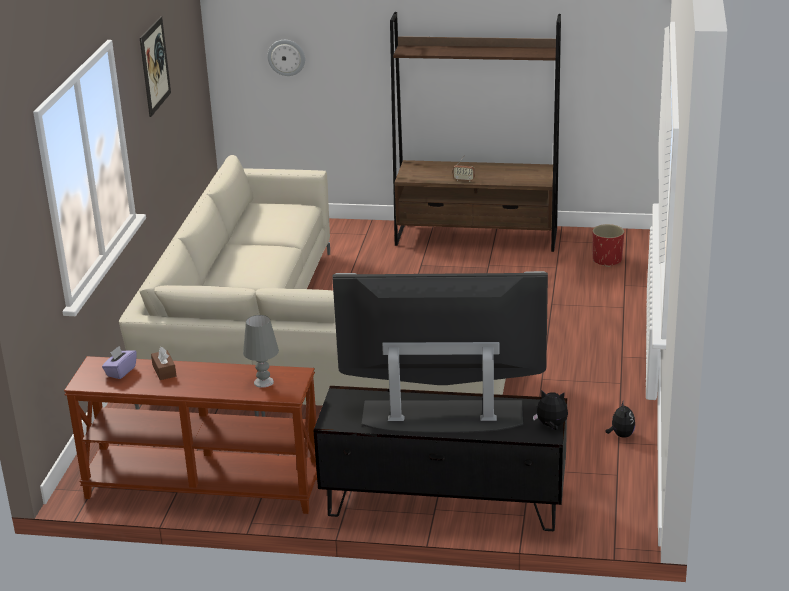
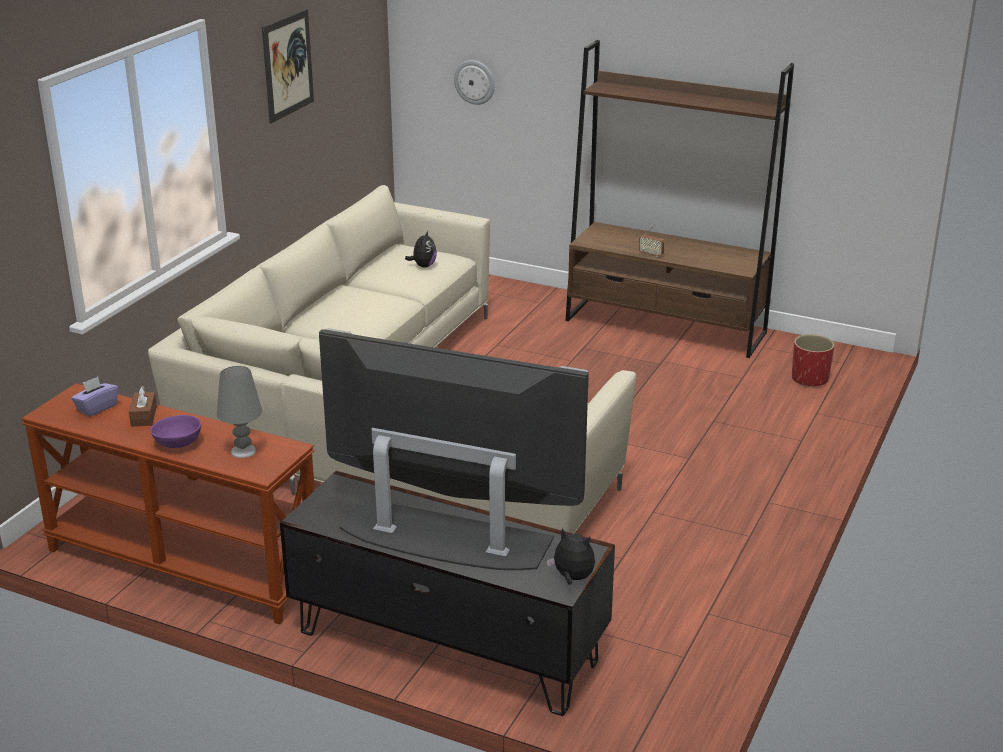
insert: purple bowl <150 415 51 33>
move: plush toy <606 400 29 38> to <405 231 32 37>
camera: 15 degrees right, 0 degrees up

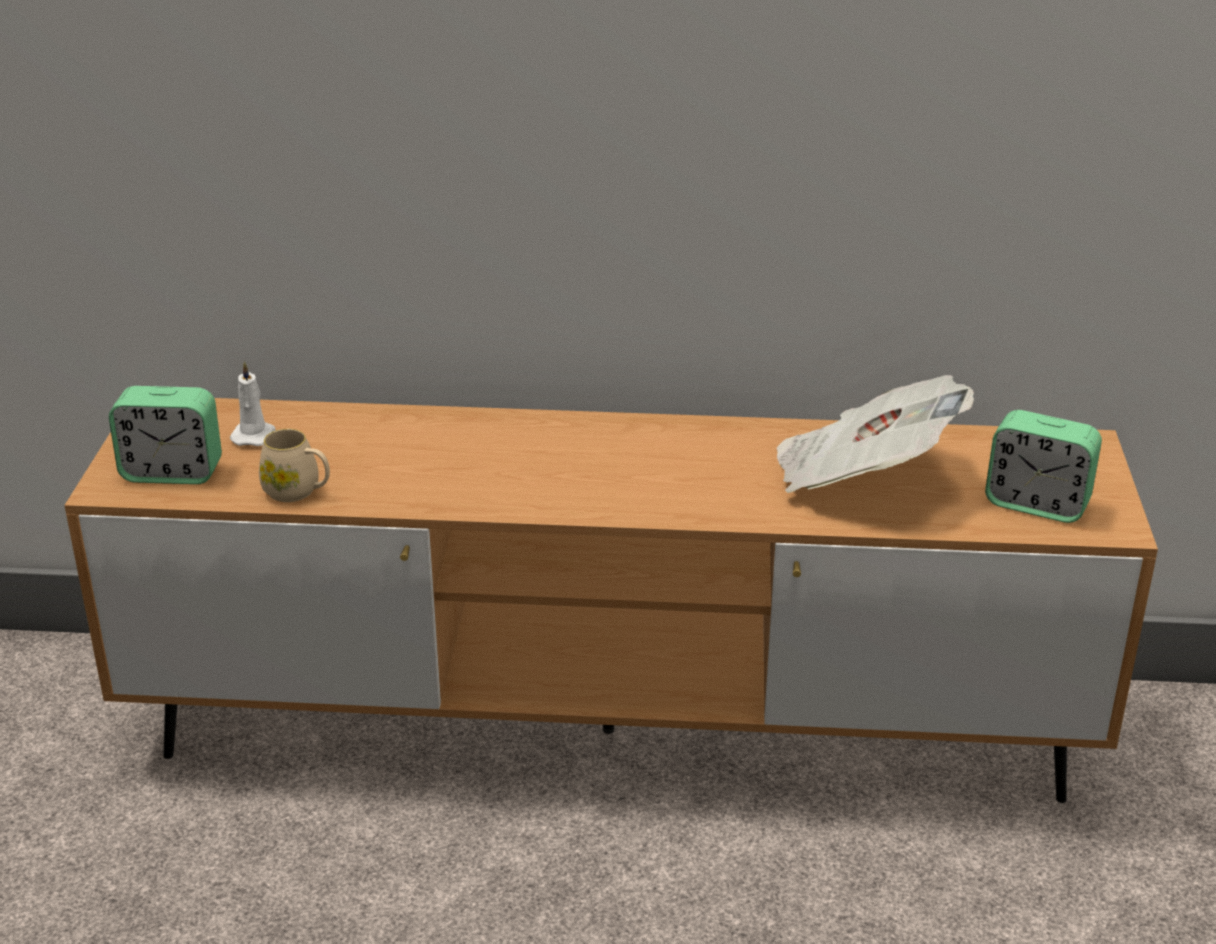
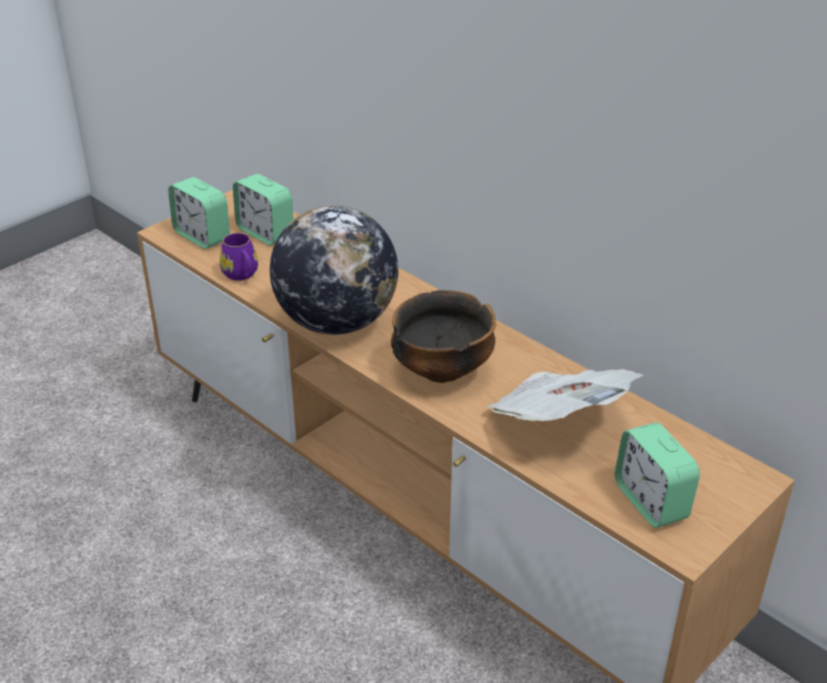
insert: globe <270 205 128 130>; bowl <391 290 105 93>
replace: white candle <230 361 45 85> to alarm clock <233 174 60 71>
recolor: beige mug <259 429 71 73> to purple mug <220 233 38 48>
camera: 40 degrees right, 5 degrees up

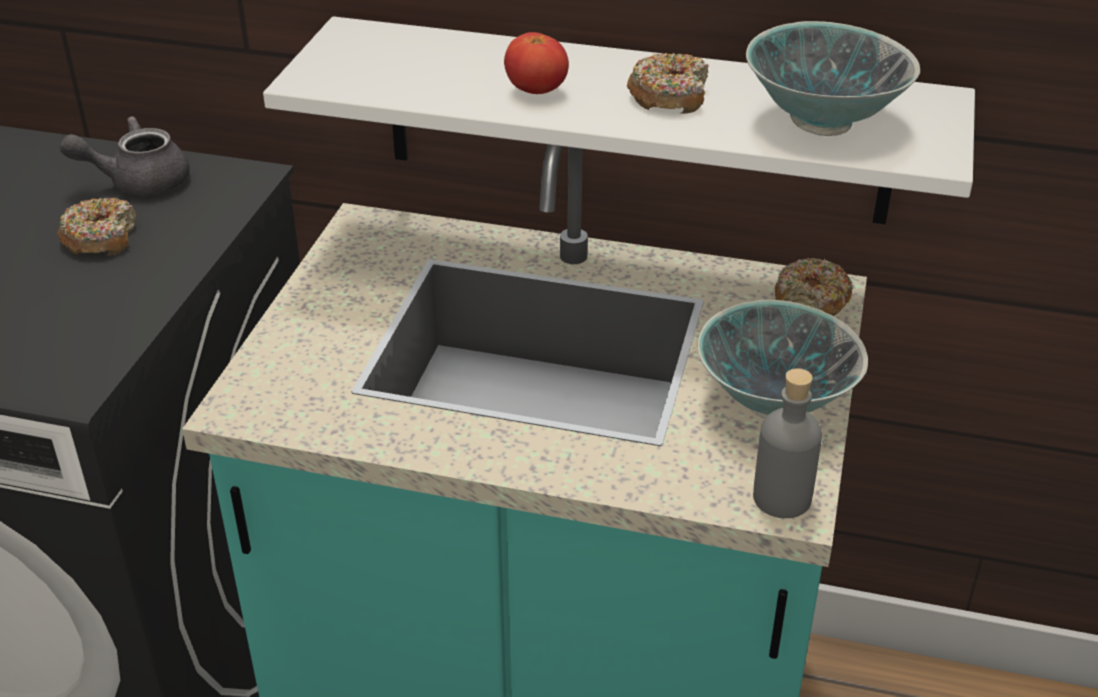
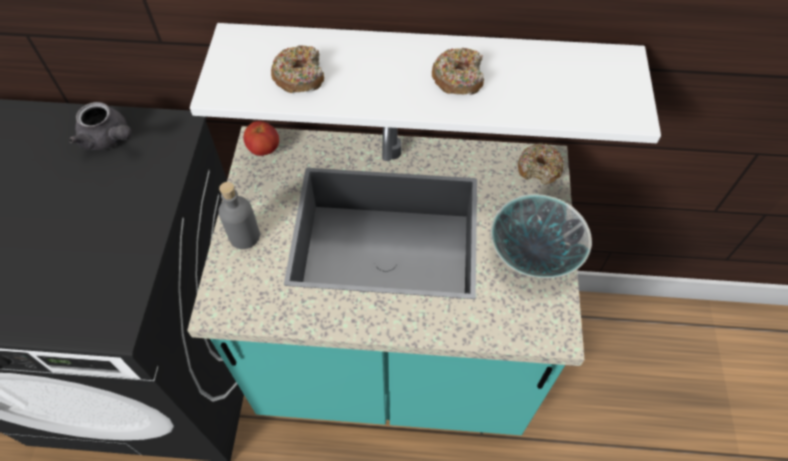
delete: bowl <746 21 174 115>
move: donut <58 198 78 57> to <271 45 53 48>; tomato <504 32 65 62> to <243 121 36 35>; grey bottle <753 368 69 150> to <218 182 42 67>
rotate: grey teapot <60 116 130 79> = <69 102 63 48> 120 degrees counterclockwise
camera: 10 degrees left, 20 degrees up

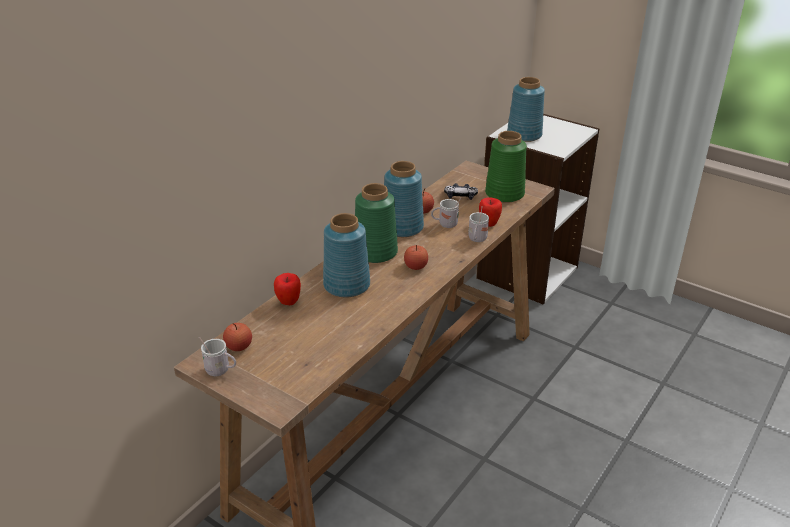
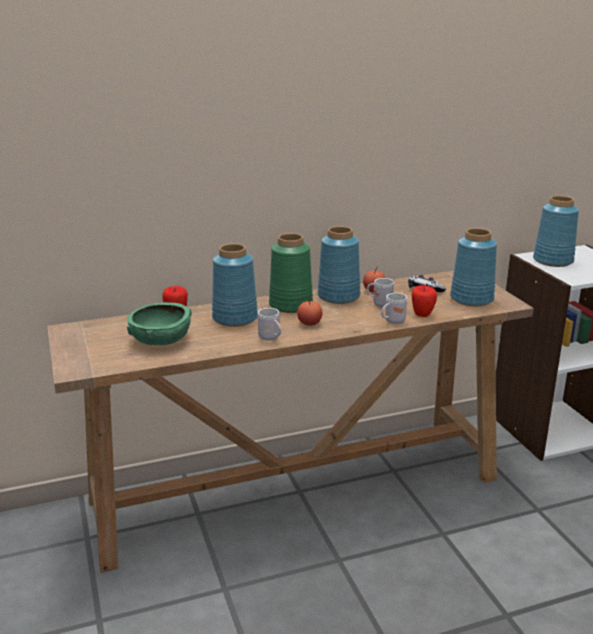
delete: apple <223 323 29 28>
insert: green bowl <127 302 65 43>
move: white mug <199 337 37 39> to <258 301 23 40>
recolor: green vase <485 131 42 72> to blue vase <450 228 47 78>
camera: 35 degrees right, 10 degrees down

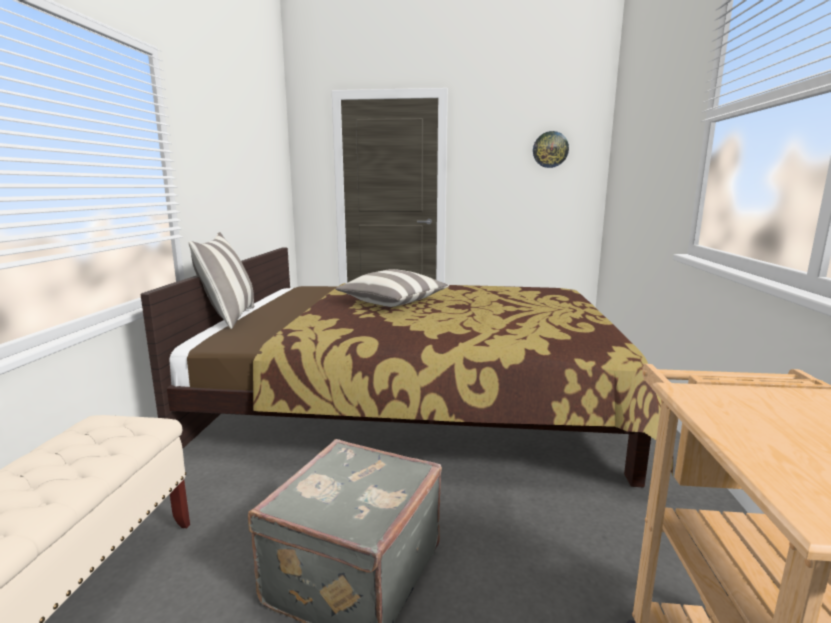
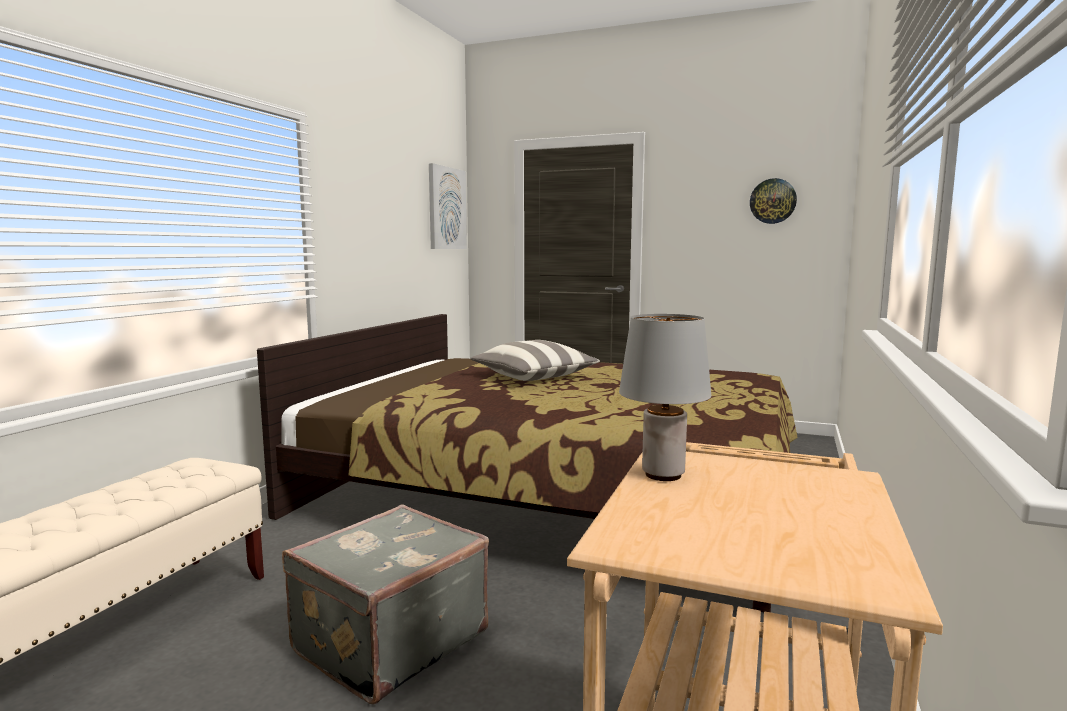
delete: pillow <188 232 67 97>
insert: picture <429 163 38 86>; grey table lamp <619 314 92 167>
camera: 15 degrees right, 5 degrees down

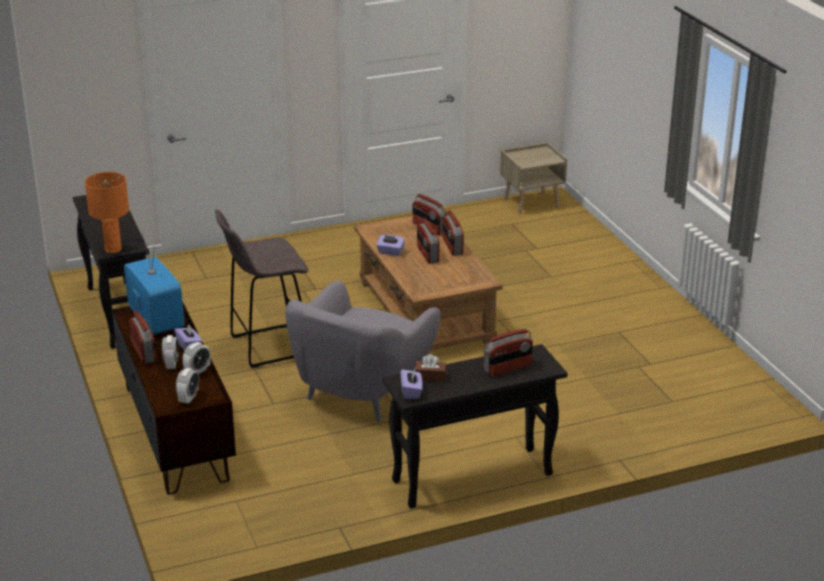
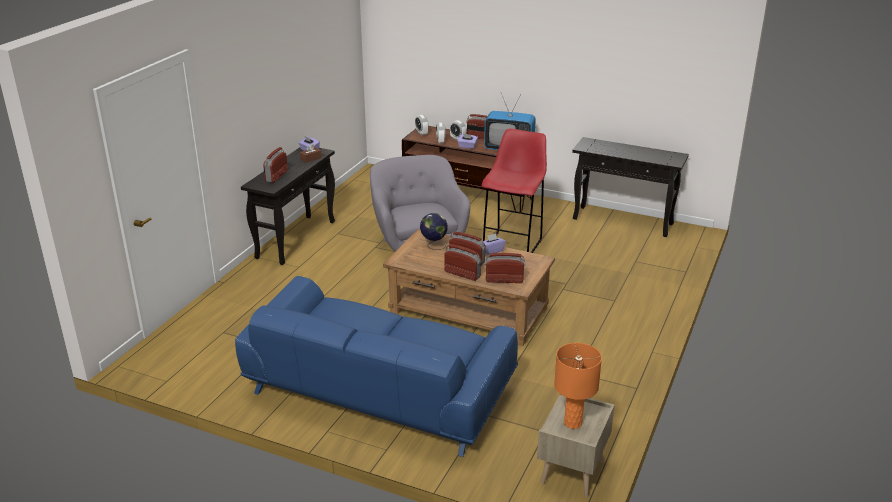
insert: blue sofa <235 276 283 181>; globe <420 213 28 37>
move: orange table lamp <85 172 44 81> to <554 343 48 86>
recolor: grey stool <215 209 94 159> to red stool <482 129 65 124>
camera: 135 degrees right, 0 degrees up

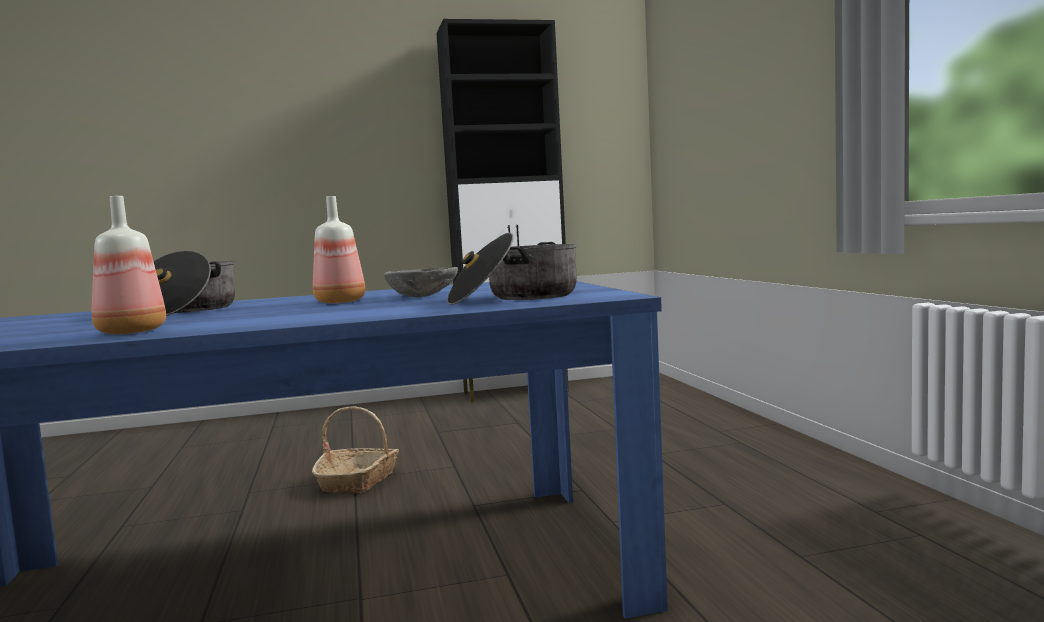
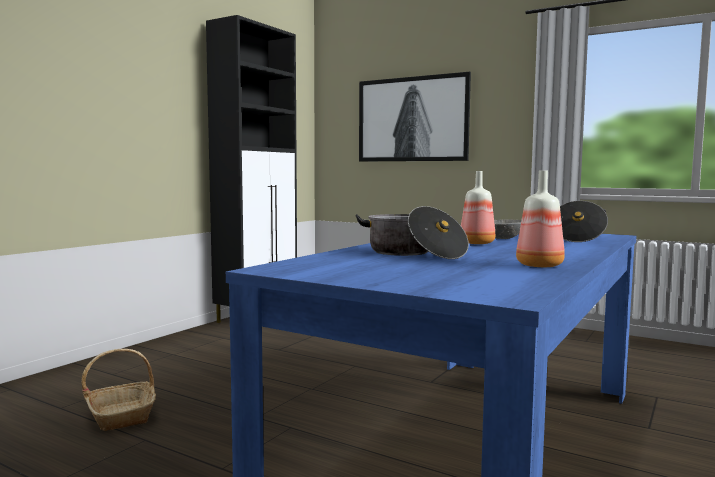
insert: picture <359 72 112 89>
move: basket <312 407 87 87> to <81 349 75 82>
camera: 45 degrees left, 0 degrees up

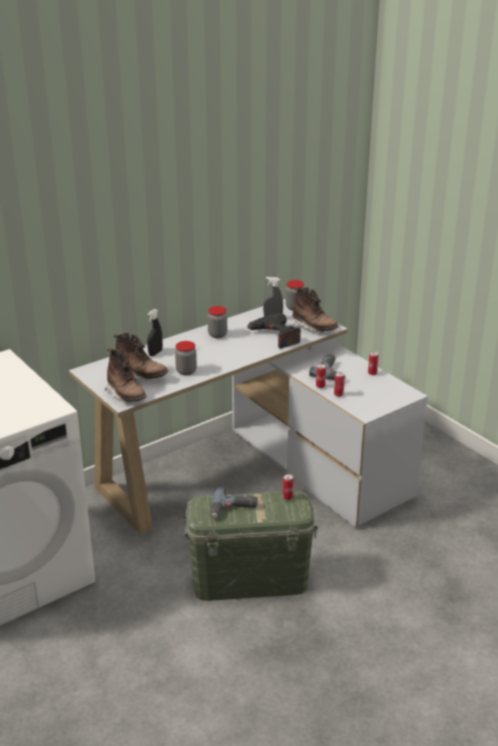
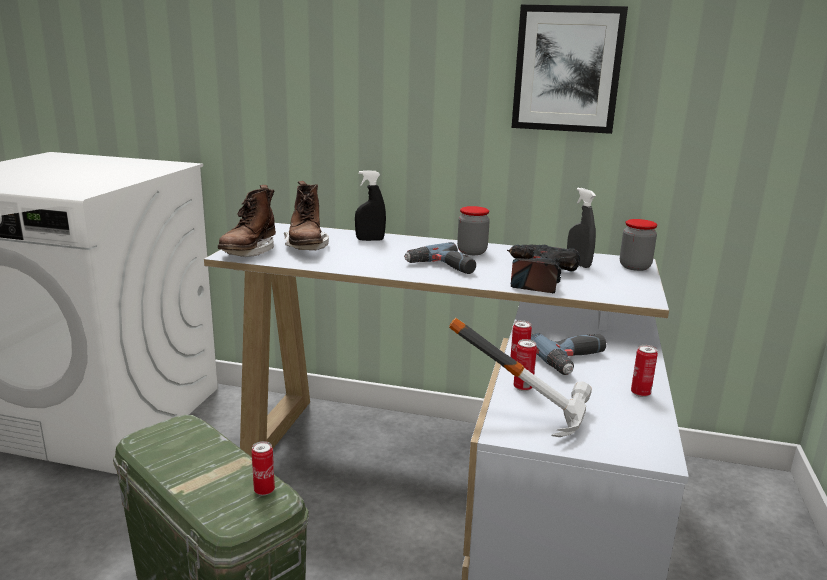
delete: jar <175 341 22 34>; brown boot <293 287 46 45>
insert: hammer <449 318 143 119>; picture <512 4 116 130>
move: power drill <210 487 47 31> to <404 242 72 32>
camera: 50 degrees right, 10 degrees down

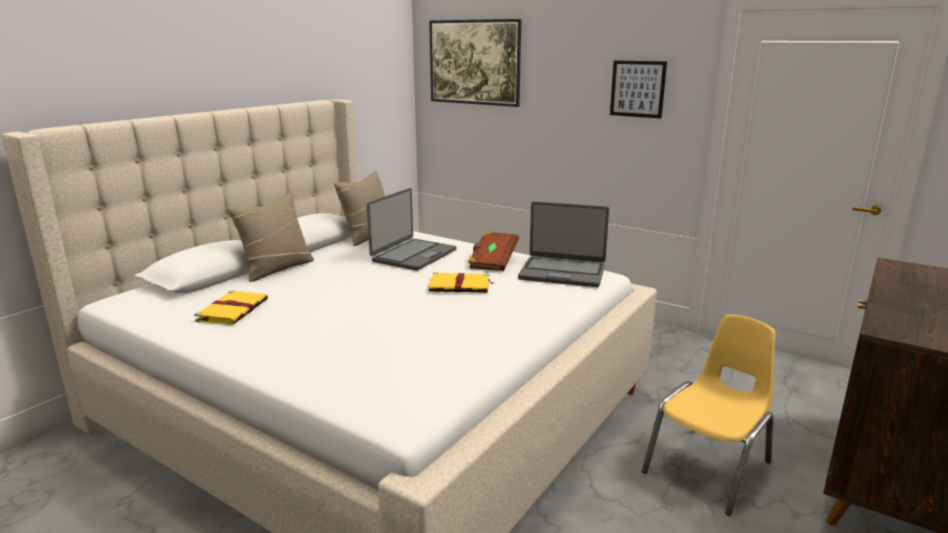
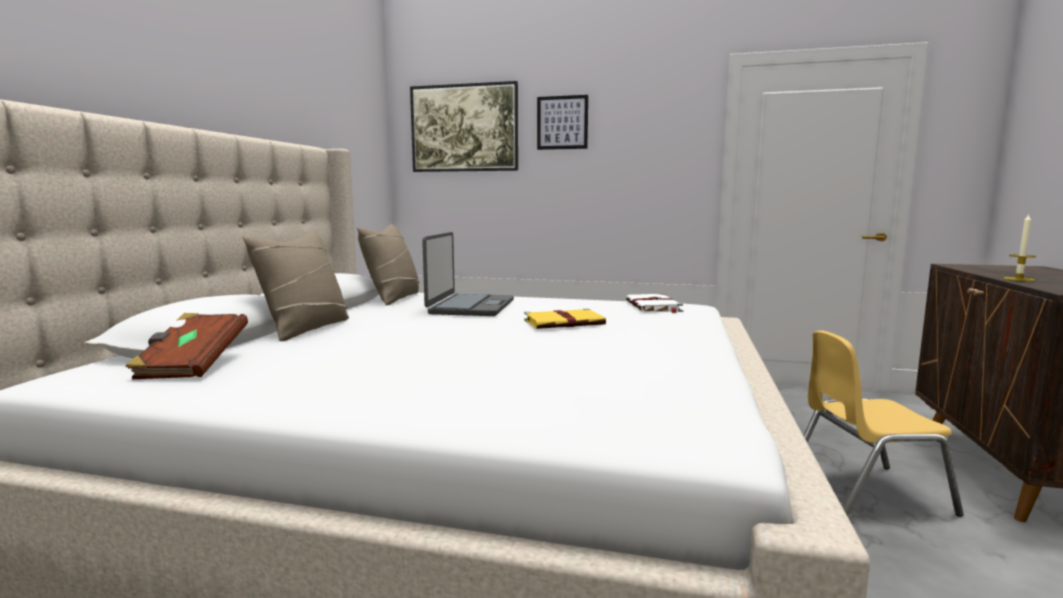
delete: yellow book <194 290 74 35>
insert: candle <1004 214 32 67>
move: brown book <468 231 51 40> to <126 313 122 66>; picture <610 60 57 59> to <537 95 51 55>
replace: laptop <518 202 91 85> to white book <626 294 57 19>
rotate: yellow chair <642 315 133 201> = <803 330 161 187> 120 degrees counterclockwise
camera: 20 degrees left, 10 degrees down

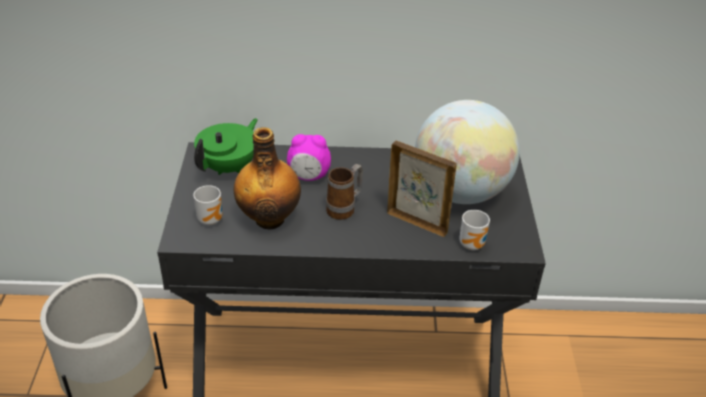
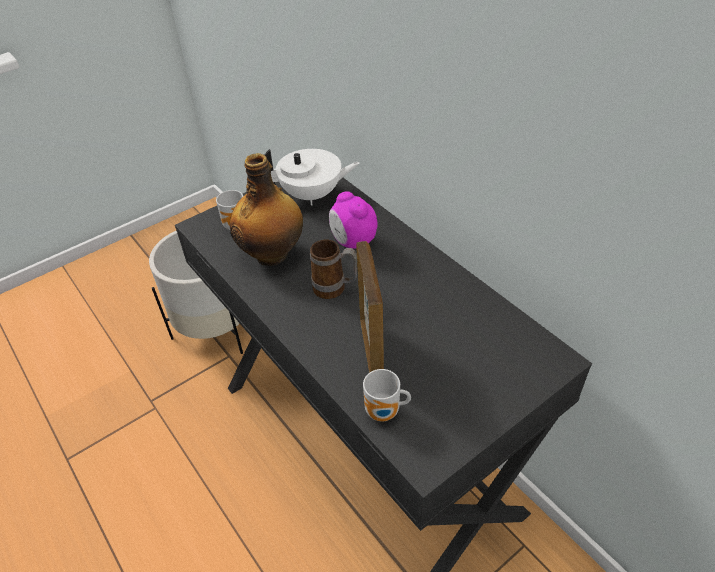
delete: globe <415 100 105 104>
recolor: green teapot <194 118 64 57> to white teapot <265 149 95 57>
camera: 55 degrees right, 5 degrees up

